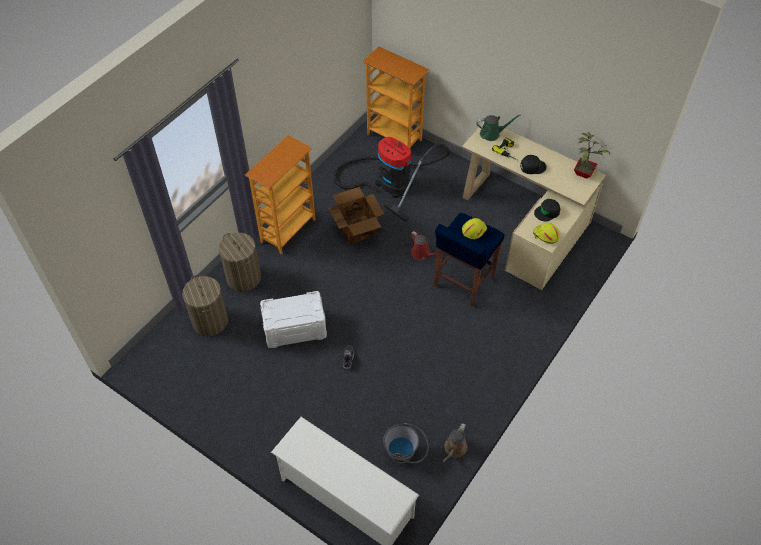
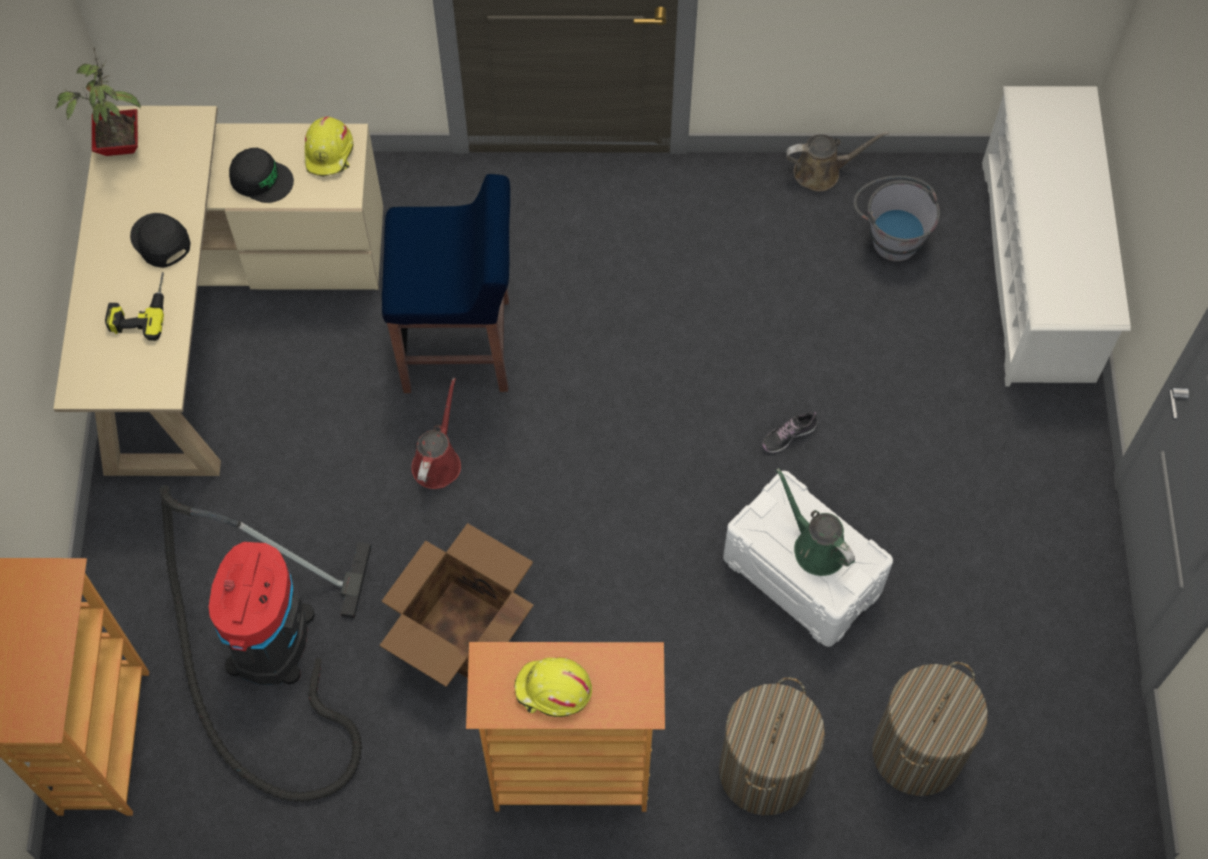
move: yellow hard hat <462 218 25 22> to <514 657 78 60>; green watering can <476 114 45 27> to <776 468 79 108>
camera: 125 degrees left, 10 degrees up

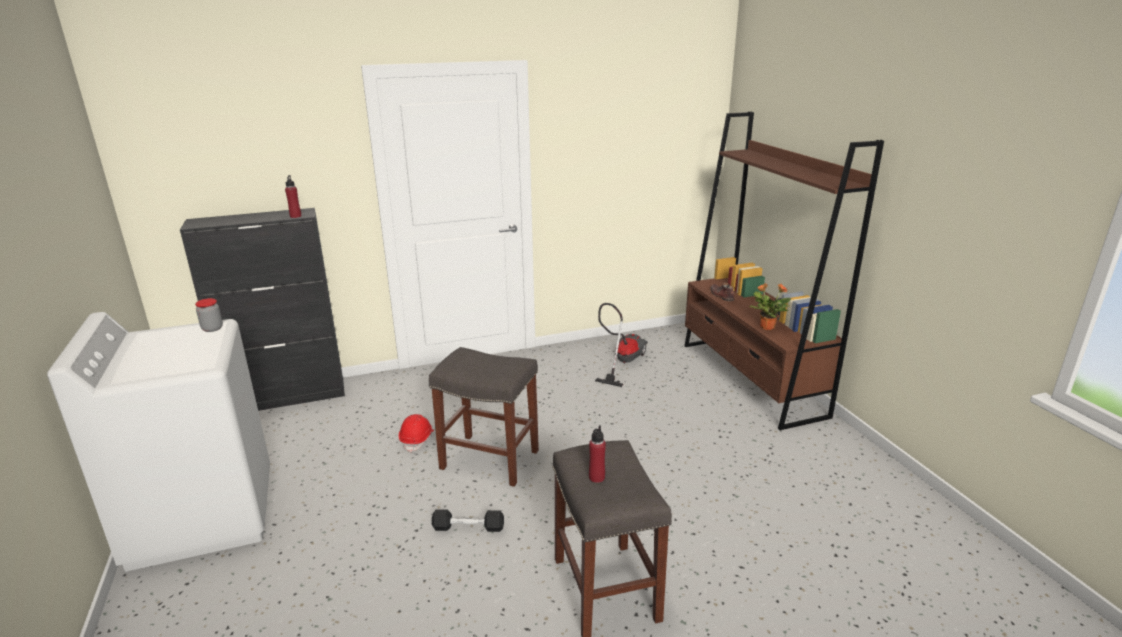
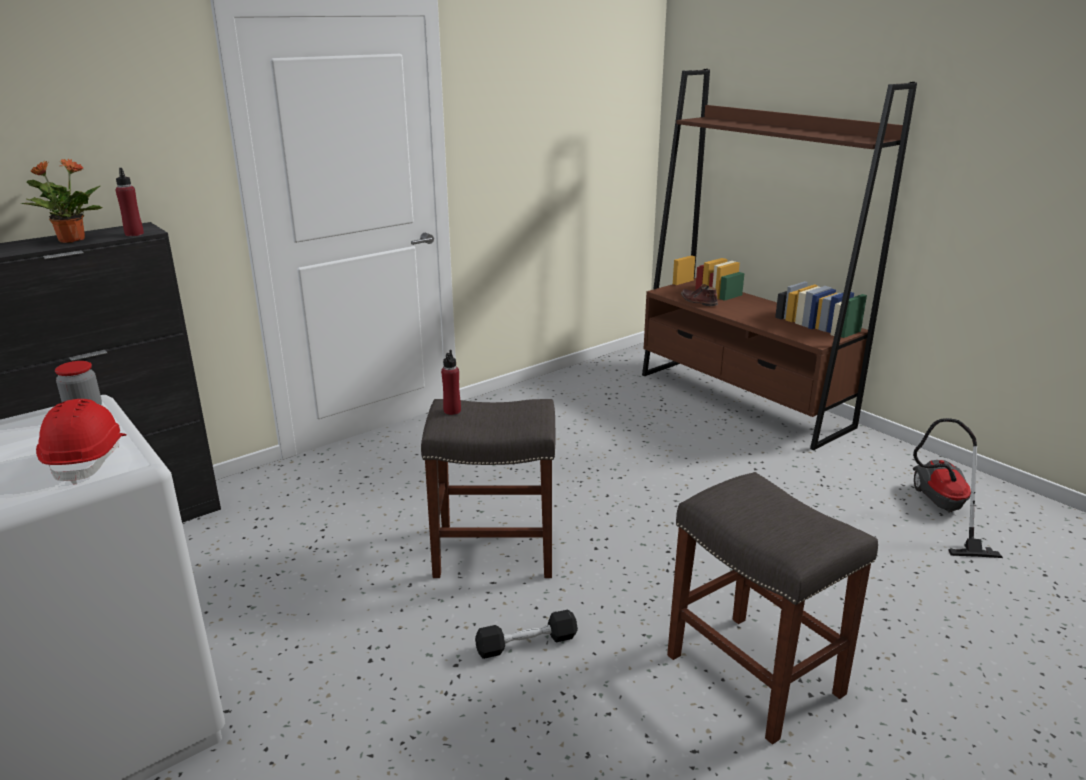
move: red hard hat <399 414 35 38> to <36 399 91 86>; red bottle <589 425 17 58> to <441 350 20 65>; vacuum cleaner <595 303 53 84> to <913 418 90 140>; potted plant <750 283 41 47> to <21 159 81 84>
camera: 20 degrees left, 0 degrees up

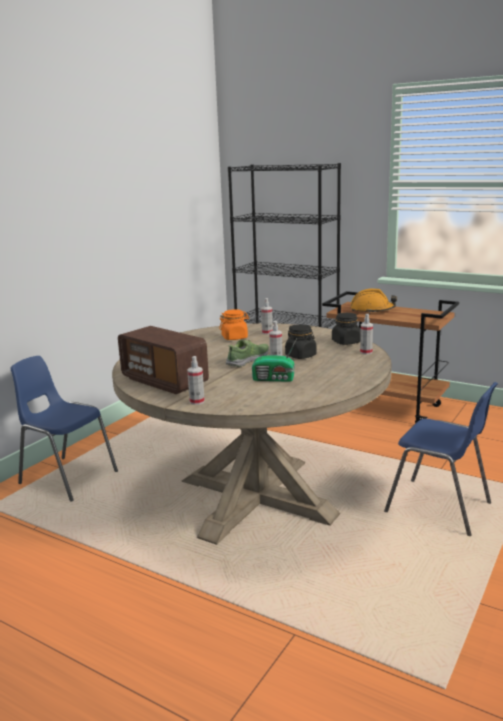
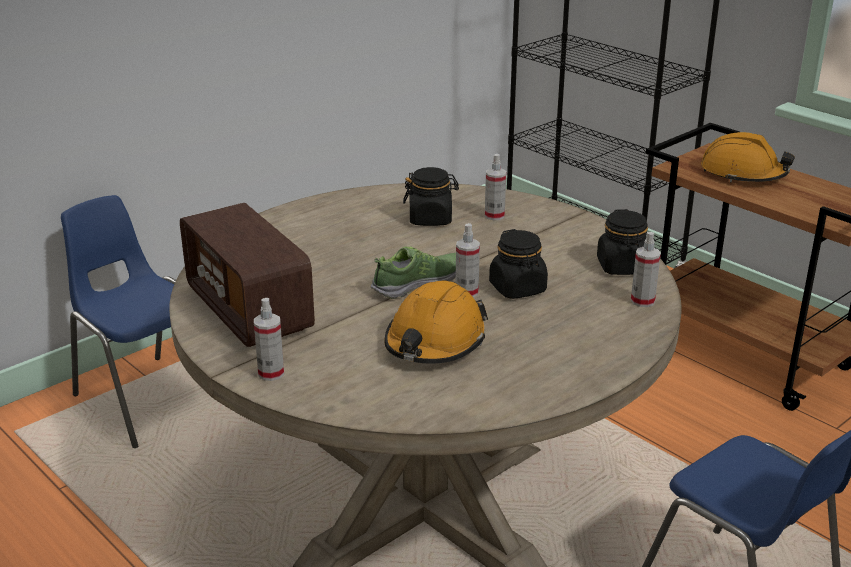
replace: radio <252 338 45 44> to orange hard hat <384 281 104 83>
recolor: orange jar <219 309 30 31> to black jar <403 167 56 59>
camera: 15 degrees right, 10 degrees up

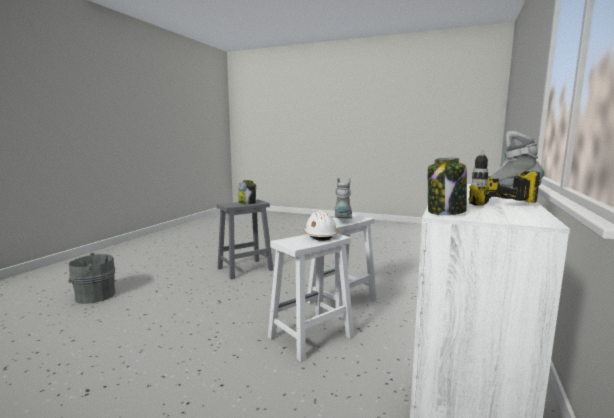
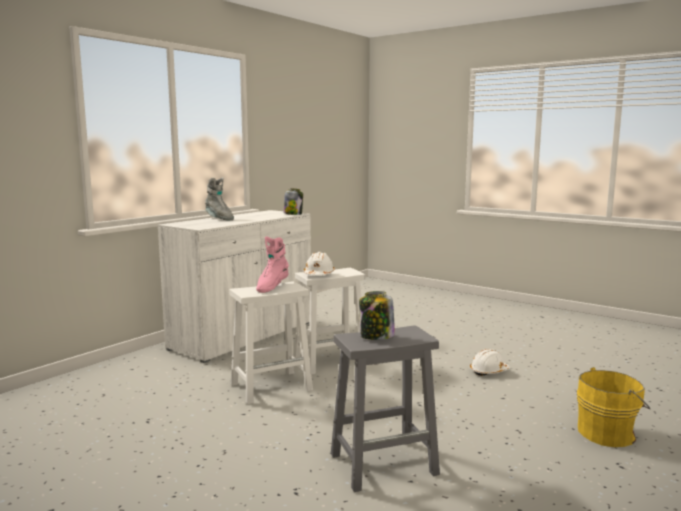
delete: power drill <468 151 72 55>
insert: white hard hat <470 349 40 27>
recolor: grey bucket <68 253 47 51> to yellow bucket <577 367 73 80>; grey boot <335 178 17 41> to pink boot <256 236 33 57>
camera: 165 degrees left, 0 degrees up

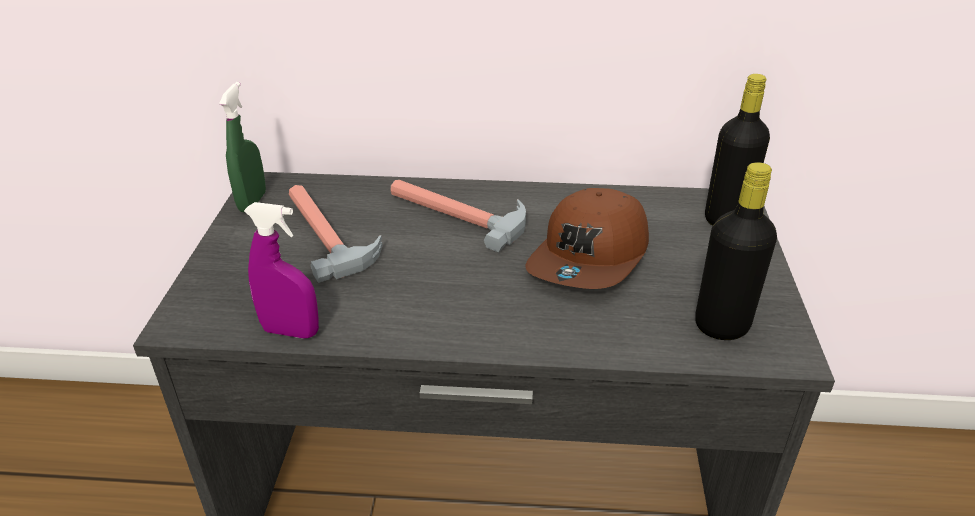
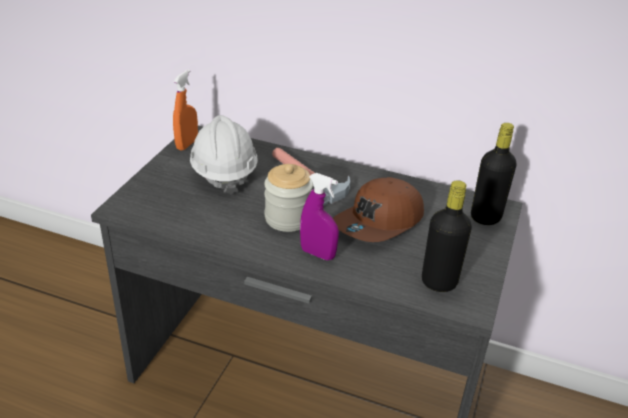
insert: jar <264 164 49 68>
move: purple spray bottle <244 202 75 137> to <300 173 39 87>
replace: hammer <289 185 94 98> to white hard hat <190 115 68 80>
recolor: green spray bottle <219 82 47 130> to orange spray bottle <173 69 25 82>
camera: 15 degrees right, 0 degrees up

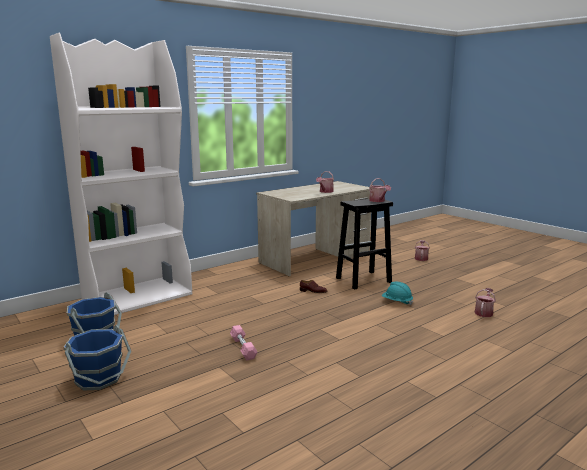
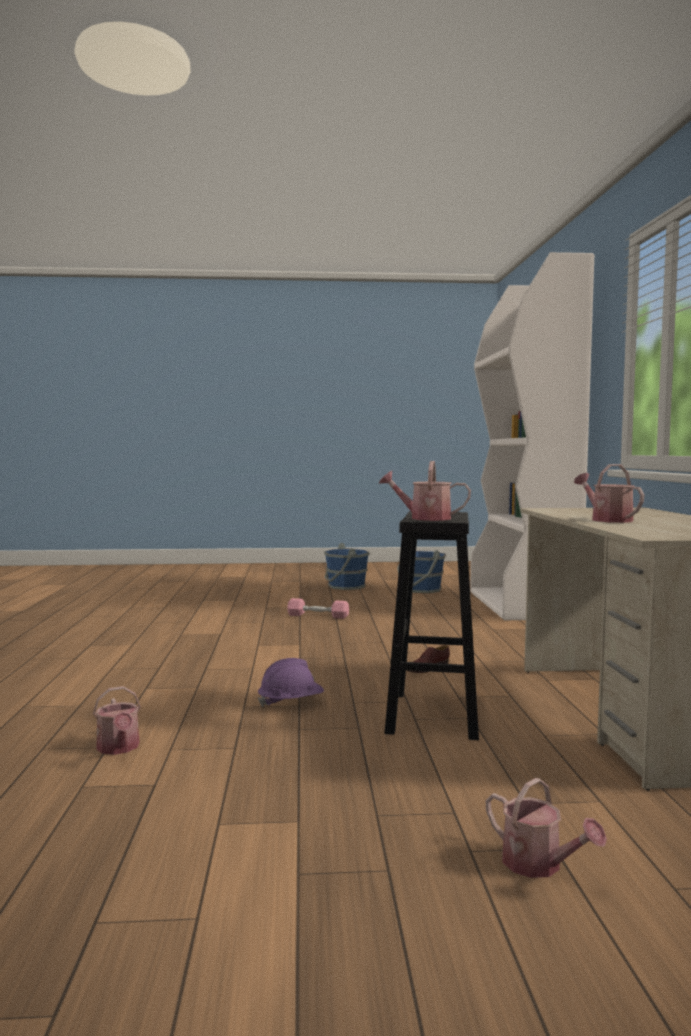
recolor: turquoise hard hat <382 282 31 23> to purple hard hat <258 658 66 50>
camera: 125 degrees right, 10 degrees down

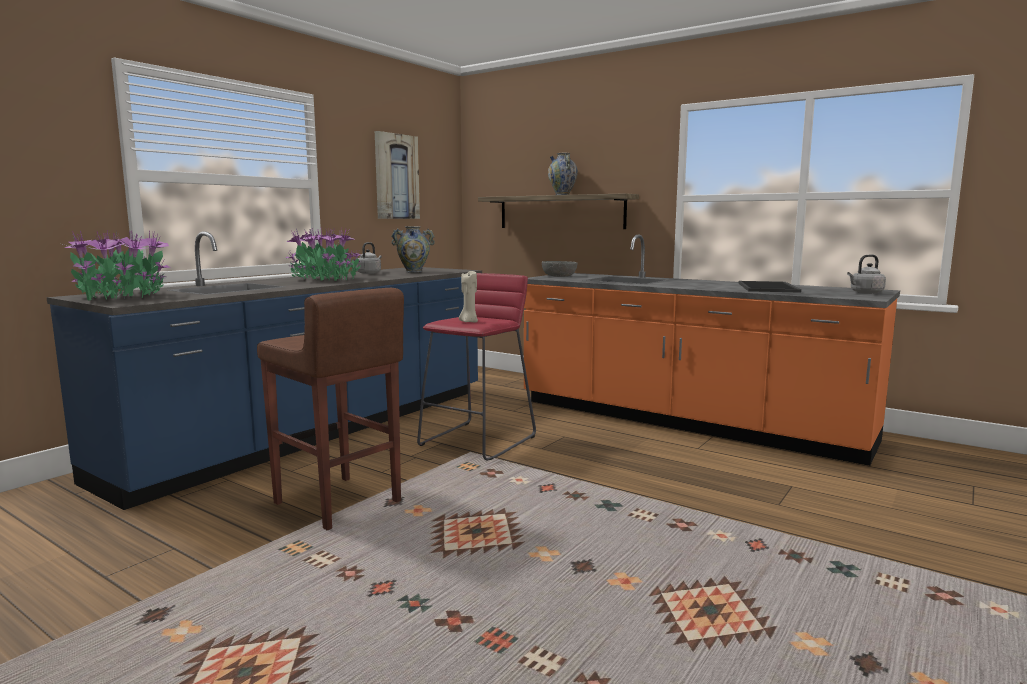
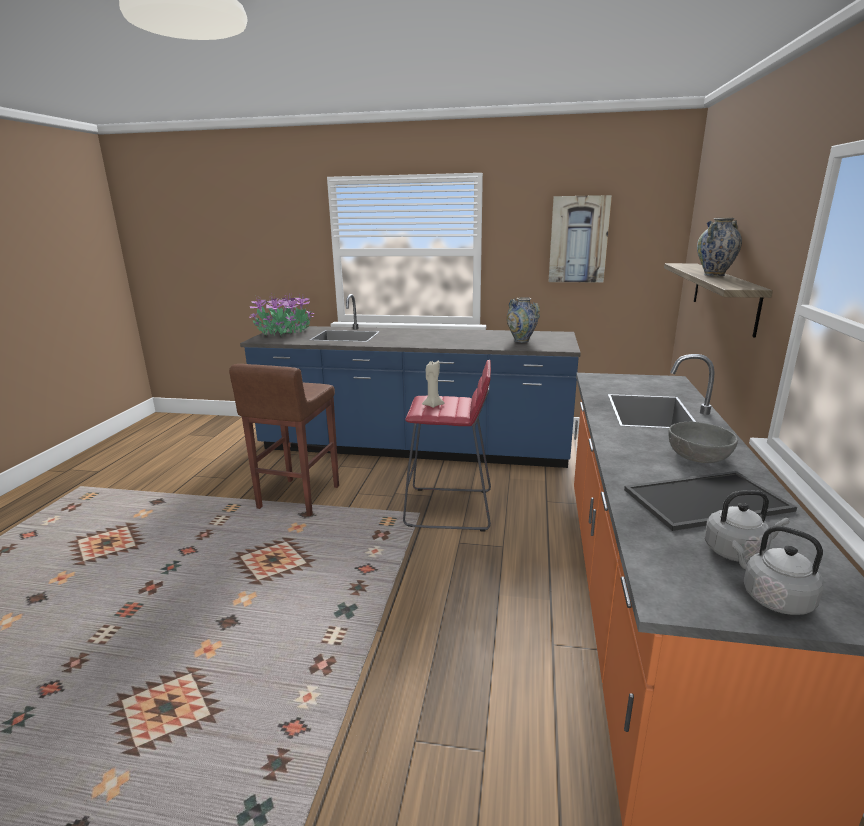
delete: potted plant <286 228 75 53>
move: grey kettle <356 242 26 32> to <705 490 85 72>; grey bowl <542 261 35 16> to <668 422 70 41>
camera: 65 degrees right, 10 degrees up

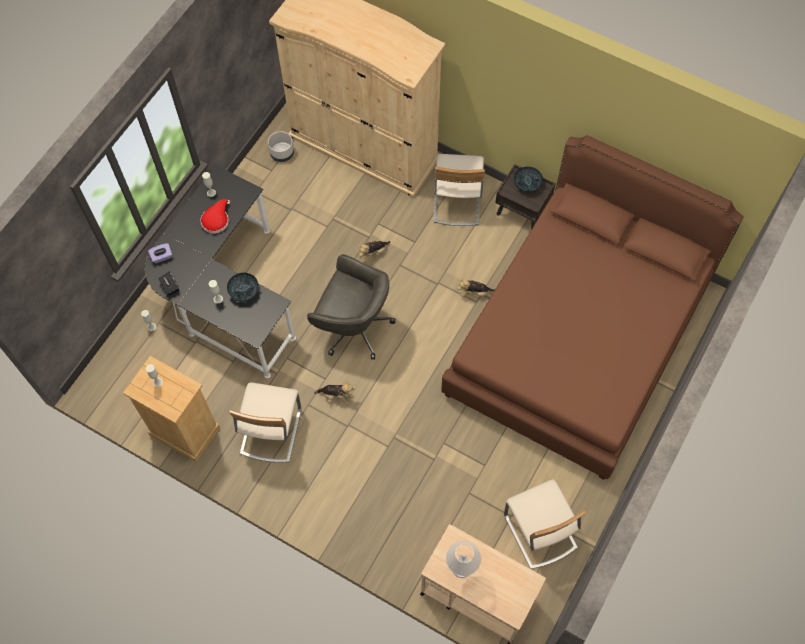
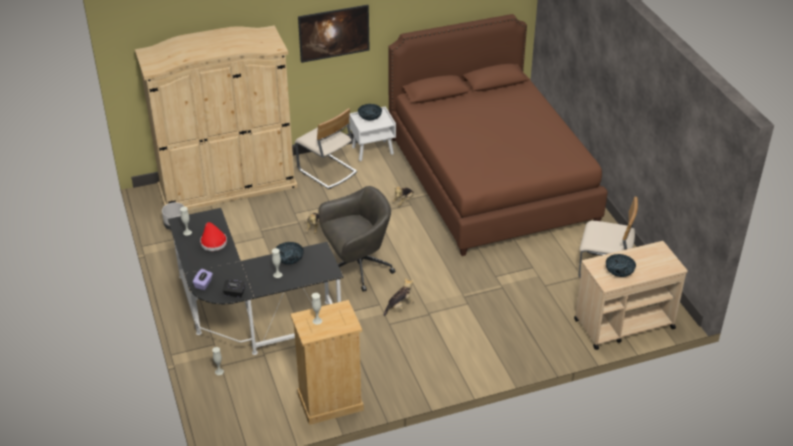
delete: beige chair <229 382 72 80>
insert: picture <298 5 72 58>
replace: white table lamp <446 541 35 37> to bowl <606 254 30 23>
recolor: brown nightstand <496 164 60 66> to white nightstand <349 106 47 55>
camera: 50 degrees left, 25 degrees down

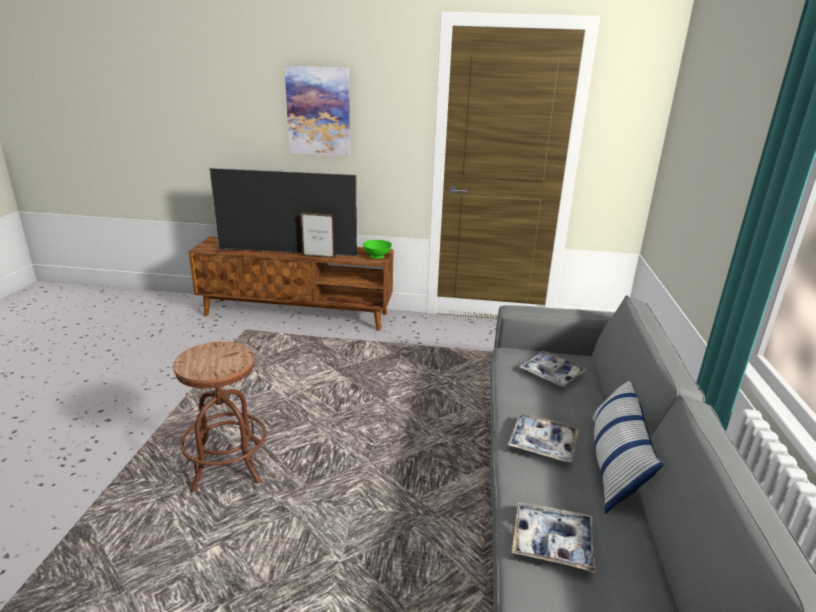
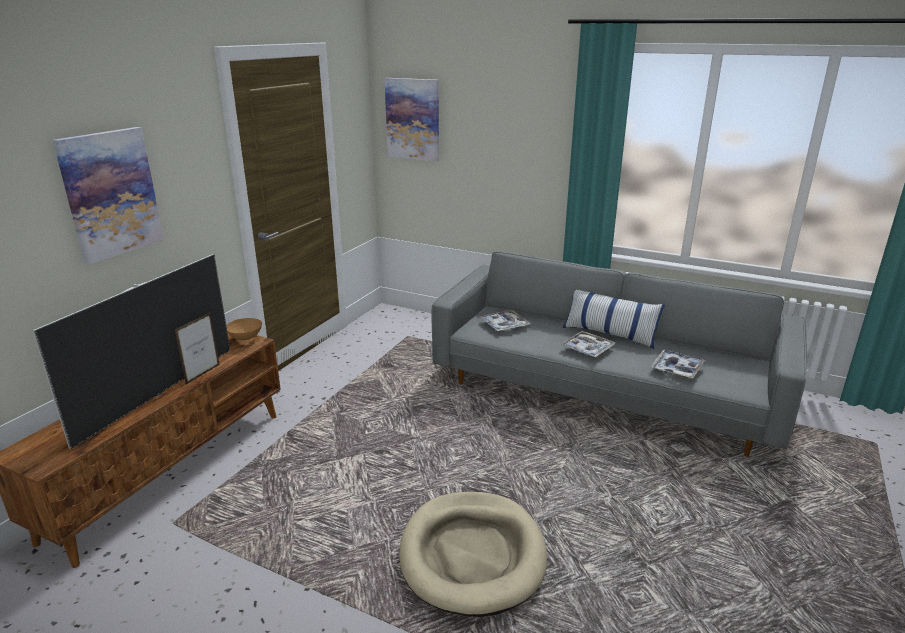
insert: picture <385 78 54 83>
replace: brown stool <173 341 94 151> to beige dog bed <399 492 148 125>
recolor: green bowl <363 240 29 19> to brown bowl <226 318 36 25>
camera: 70 degrees left, 0 degrees up

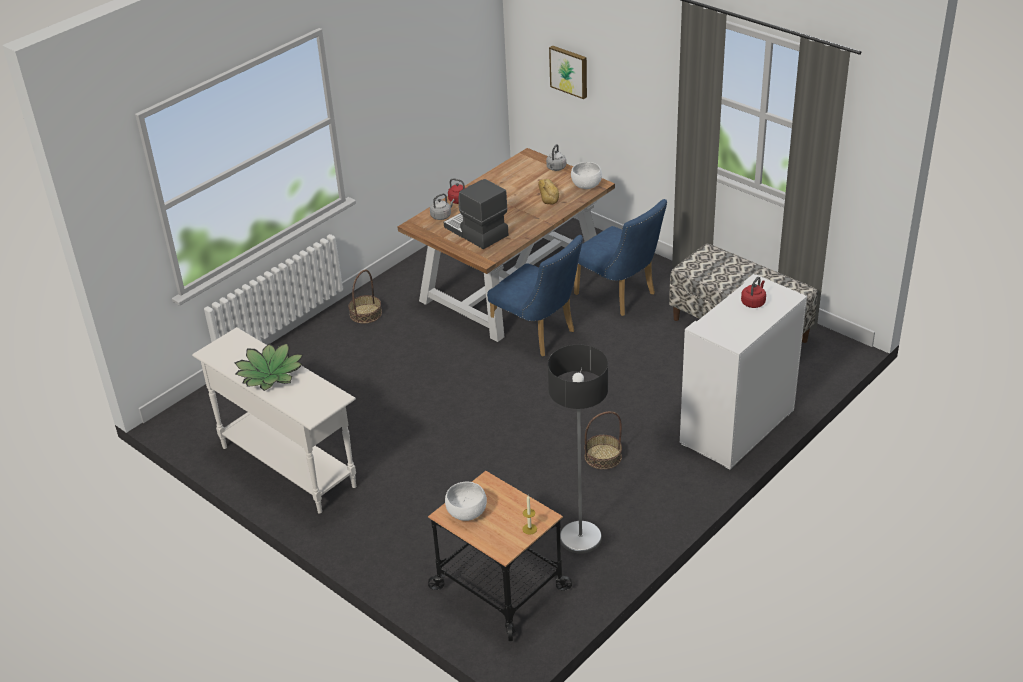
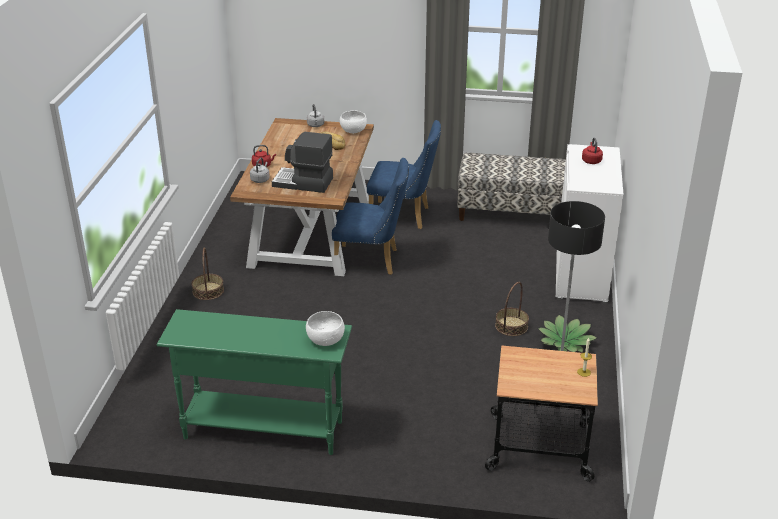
delete: picture <549 46 38 53>
move: potted plant <234 343 70 48> to <537 314 61 38>; white bowl <445 482 42 39> to <306 311 39 35>
recolor: white console table <192 327 164 187> to green console table <157 309 195 146>
camera: 35 degrees left, 5 degrees down

